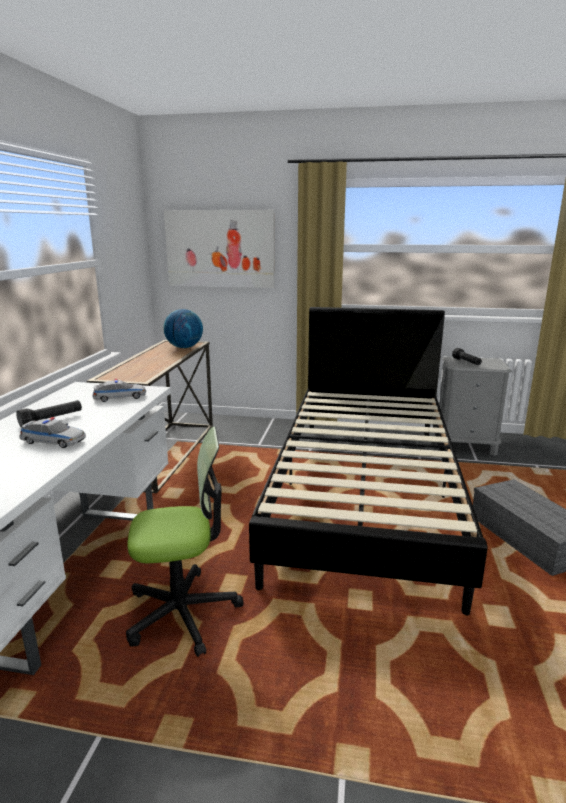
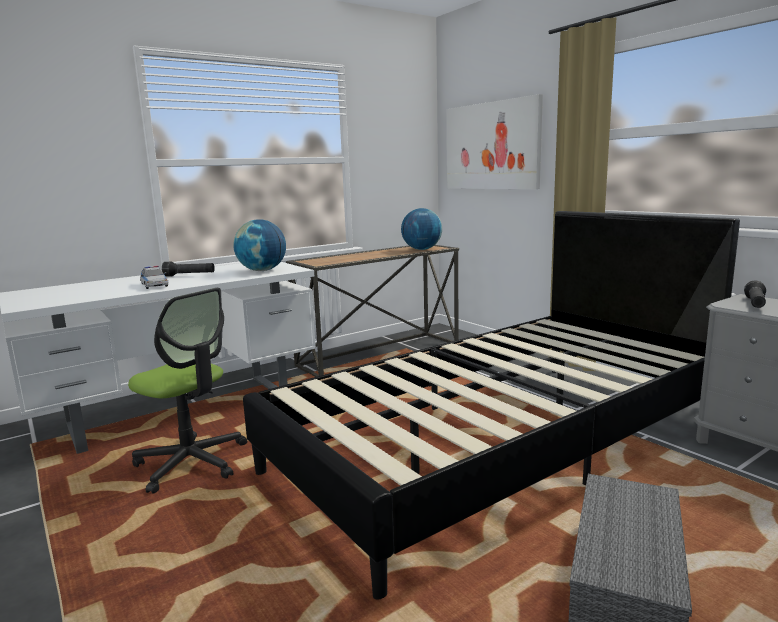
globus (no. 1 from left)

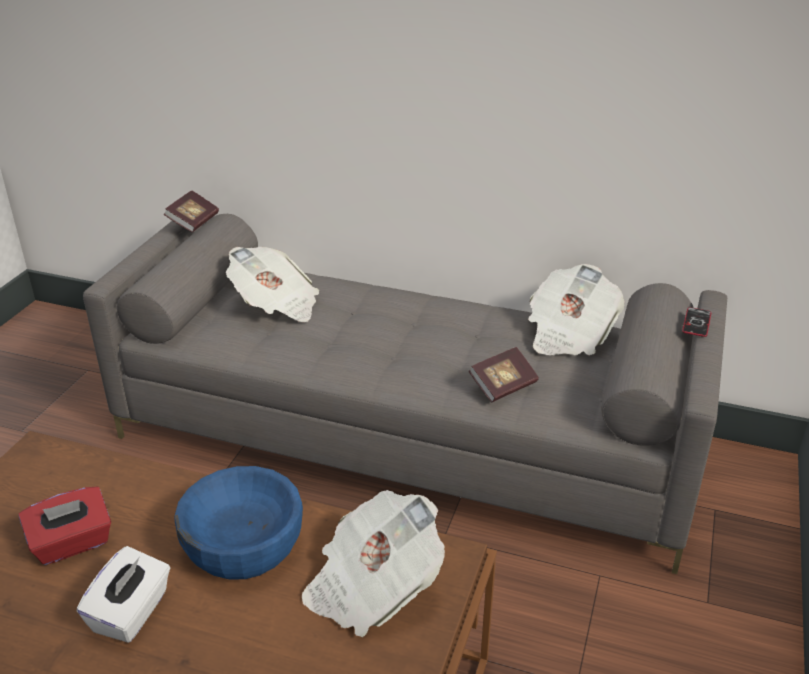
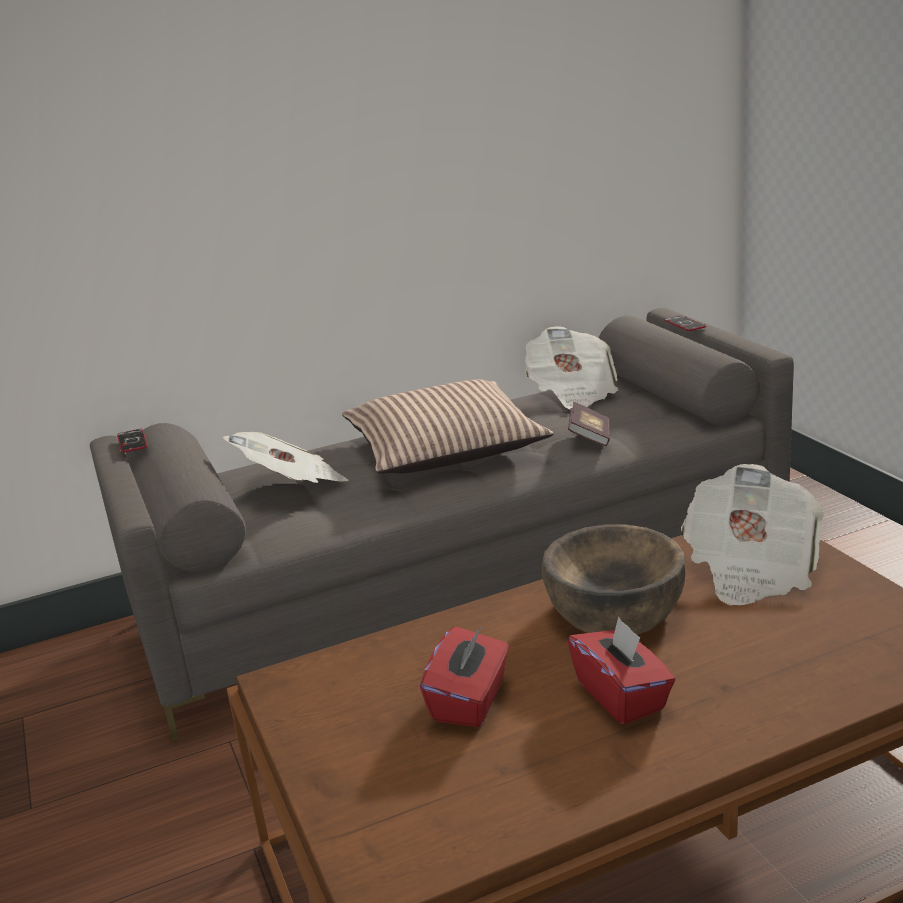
pudełko chusteczek/czerwony (no. 2 from left)
telefon (no. 1 from left)
miska/brązowy
poduszka

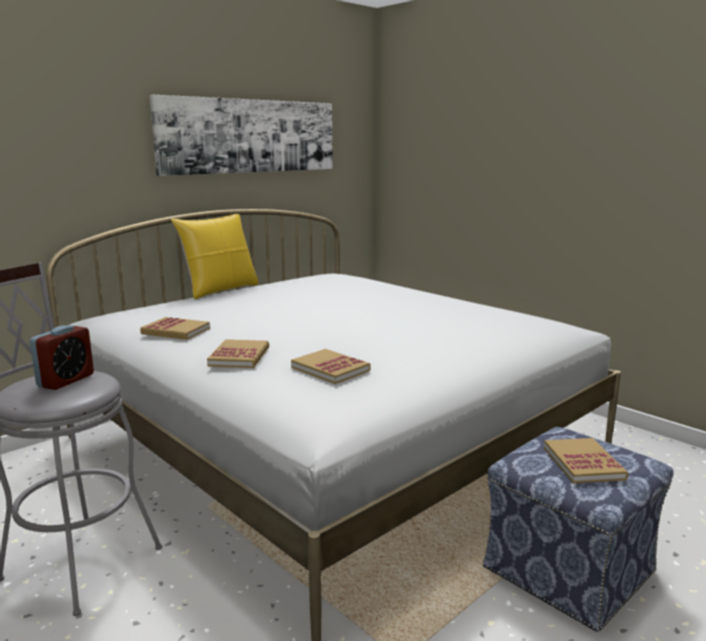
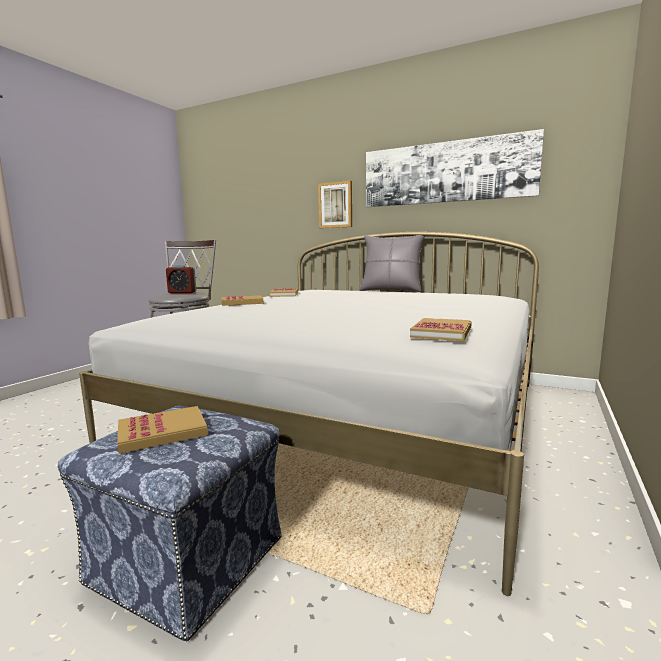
poduszka/szary
książka (no. 4 from left)
obraz (no. 1 from left)

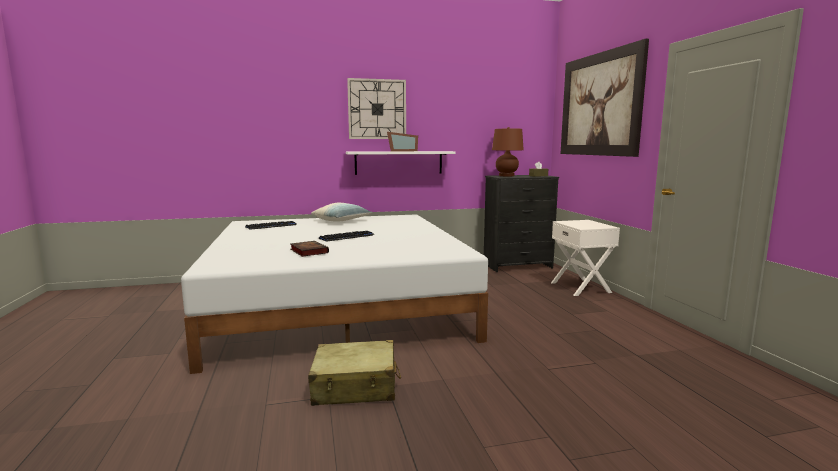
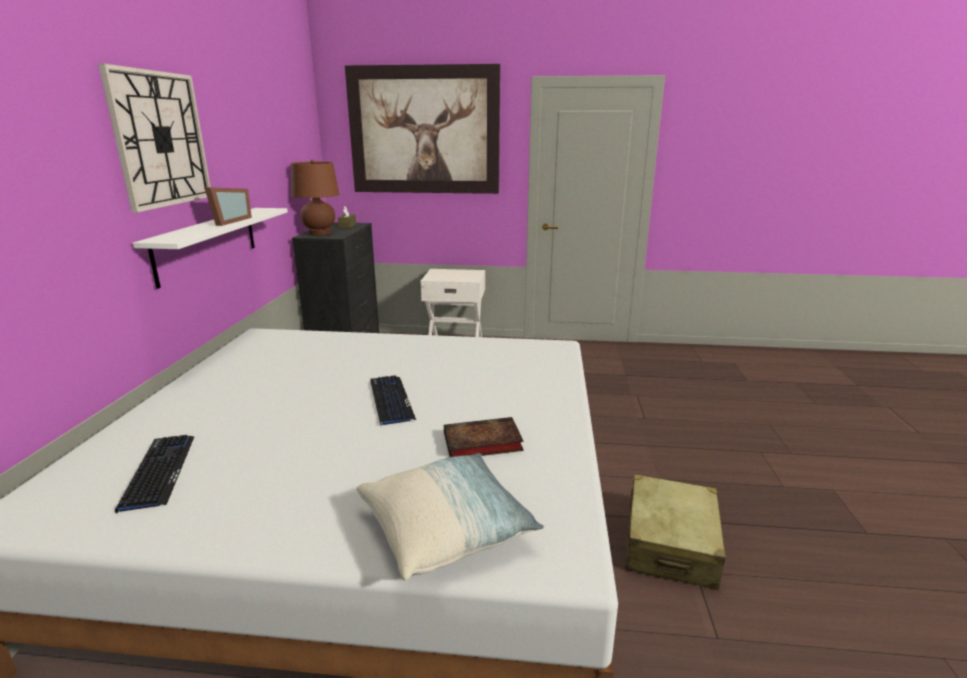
poduszka

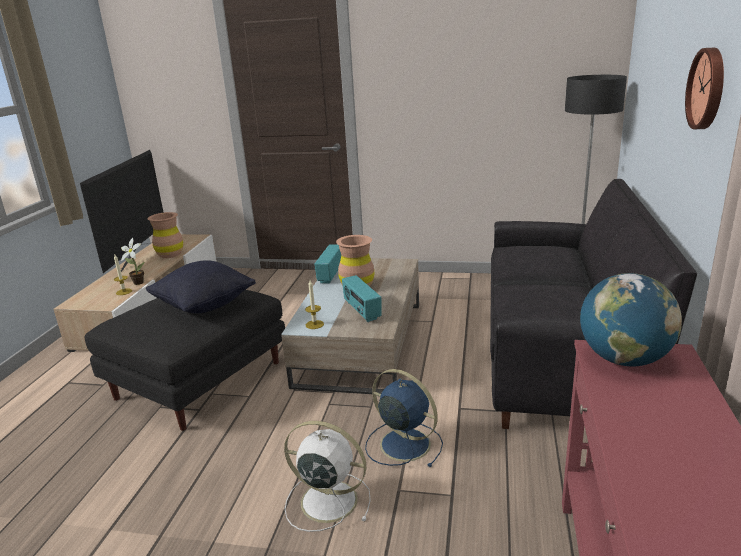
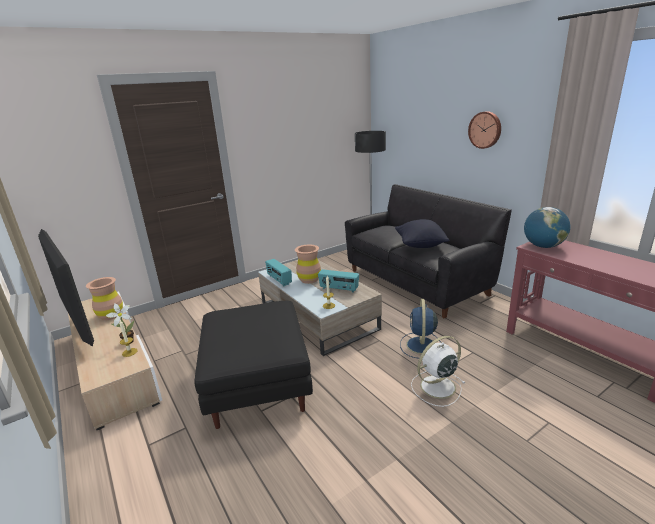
poduszka/czarny
wentylator/niebieski

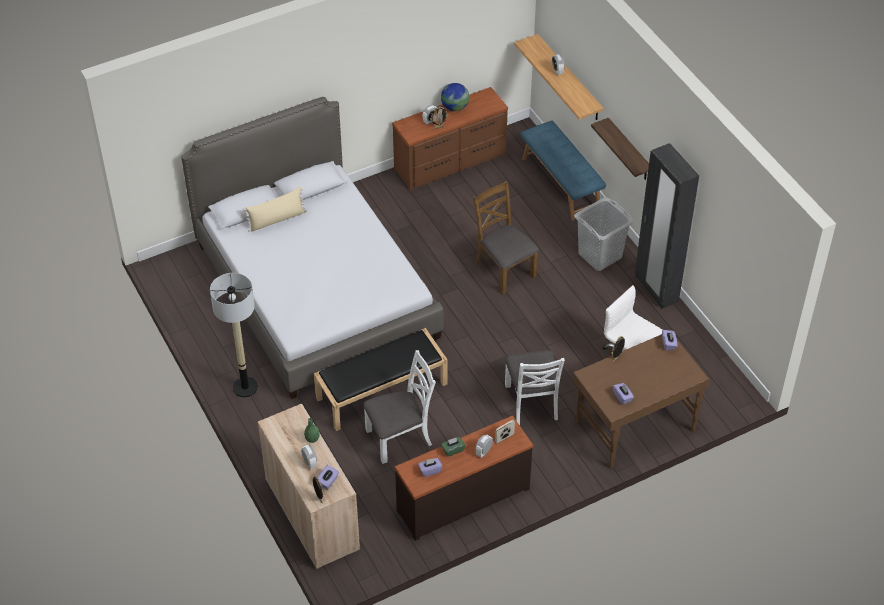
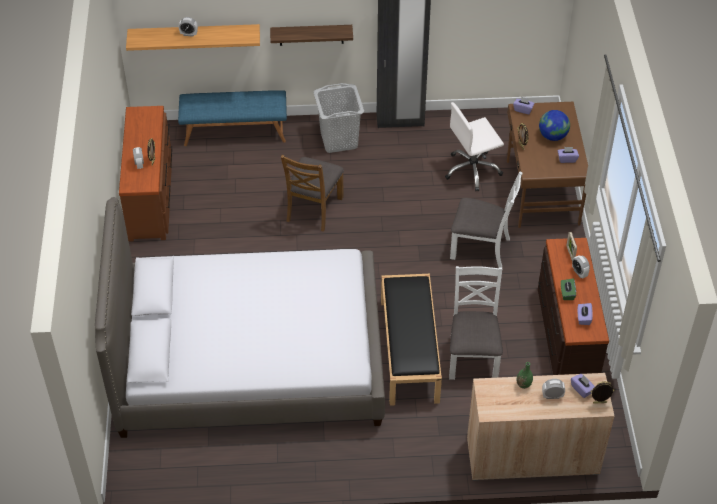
lampa stojąca
poduszka/beżowy
globus
krzesło/brązowy

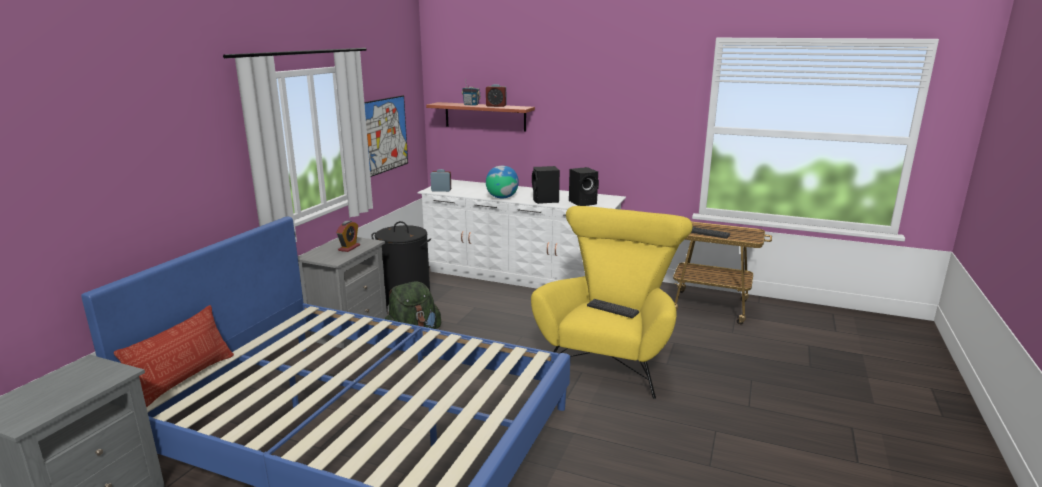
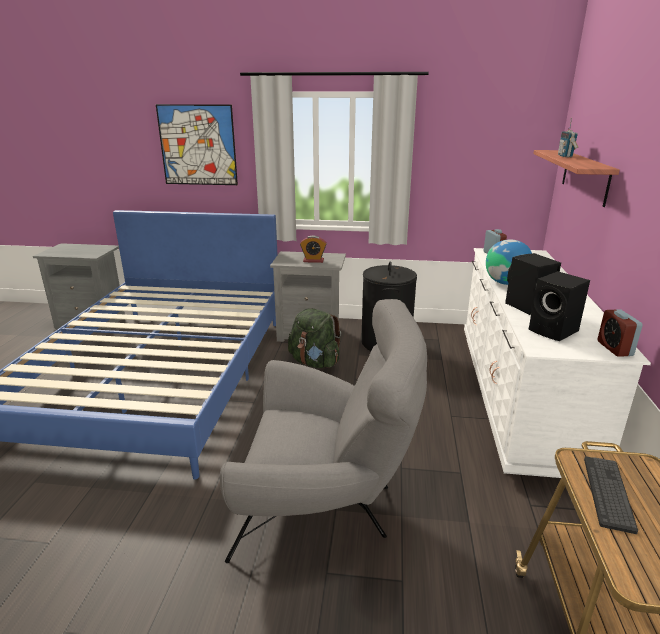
poduszka
obraz
budzik (no. 3 from left)
fotel/szary
klawiatura (no. 1 from left in the first image)

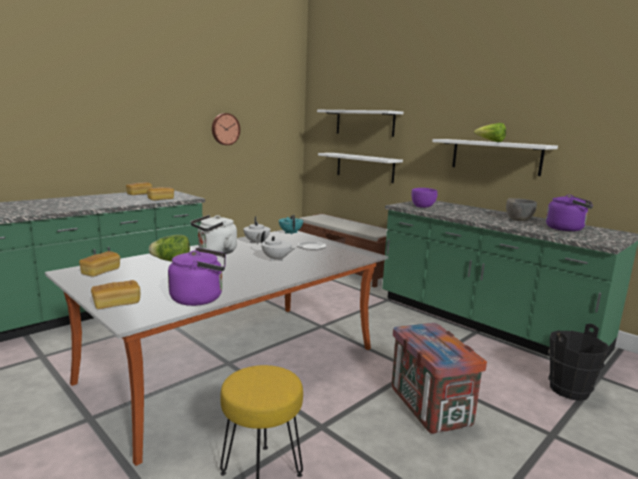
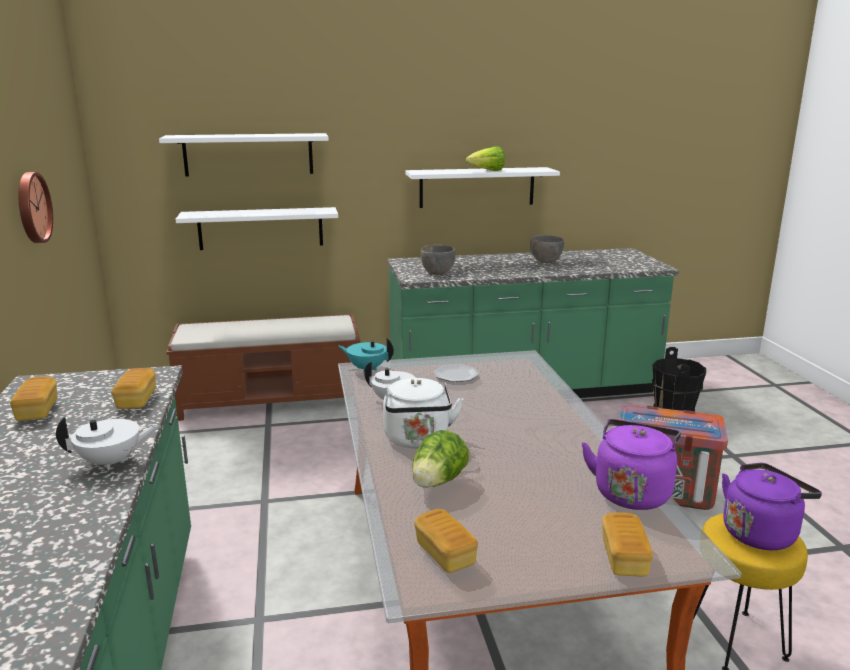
imbryk/biały (no. 1 from left)
miska/szary (no. 1 from left)
czajnik/fioletowy (no. 2 from left)

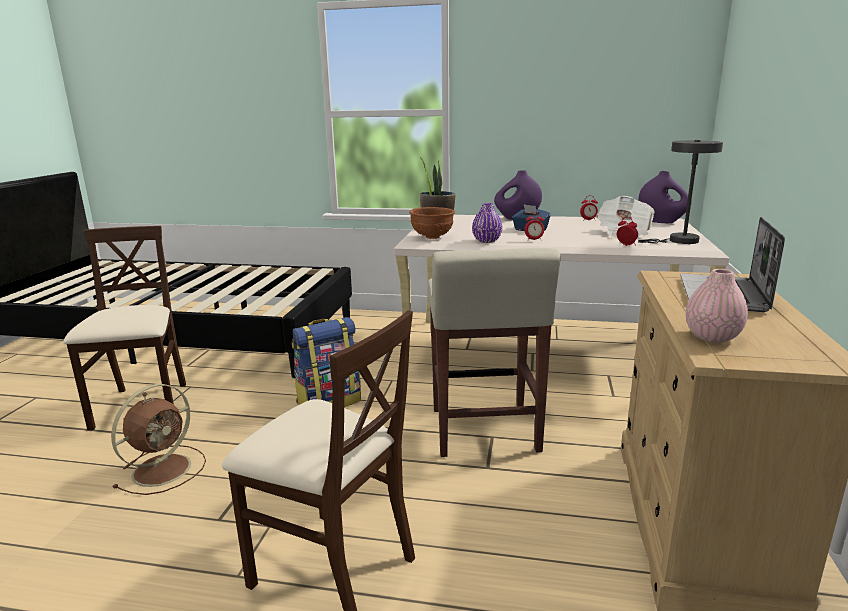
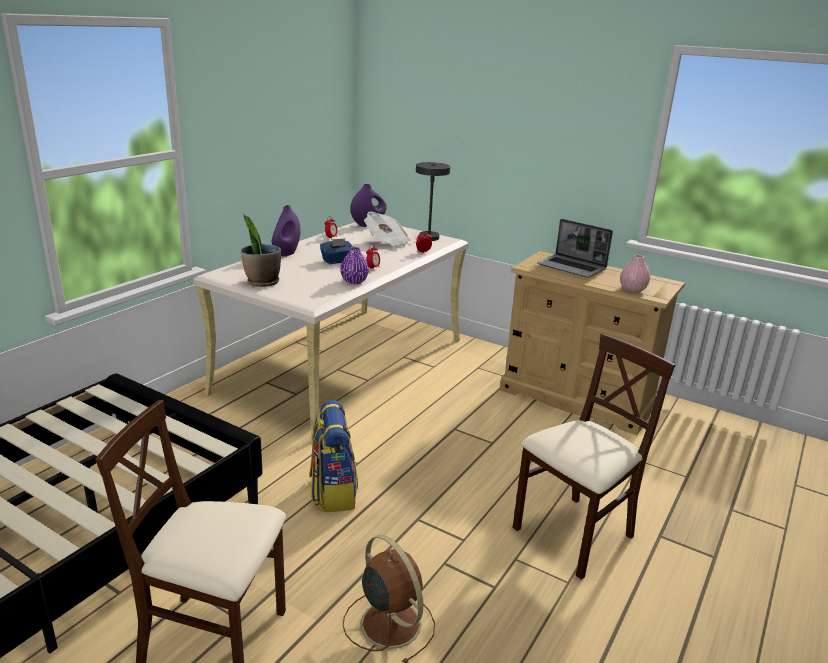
miska/brązowy
stołek/beżowy

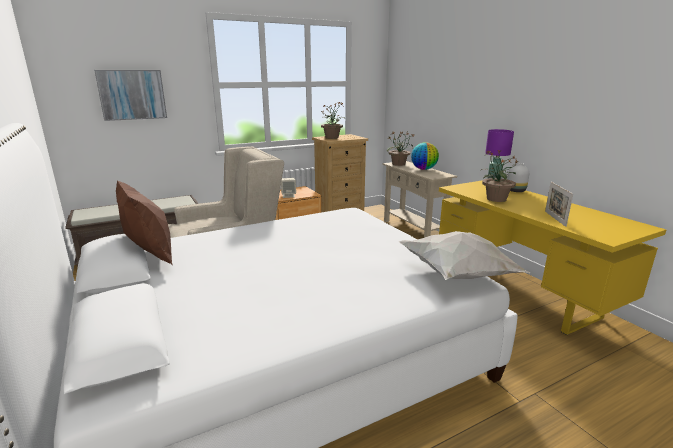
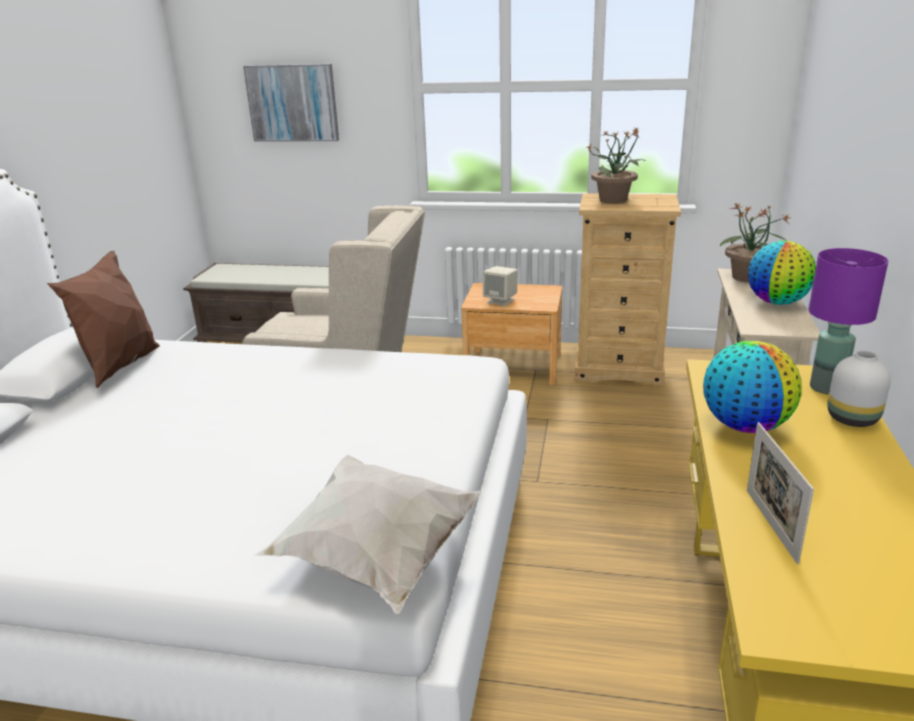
globus (no. 1 from left)
ramka na zdjęcie

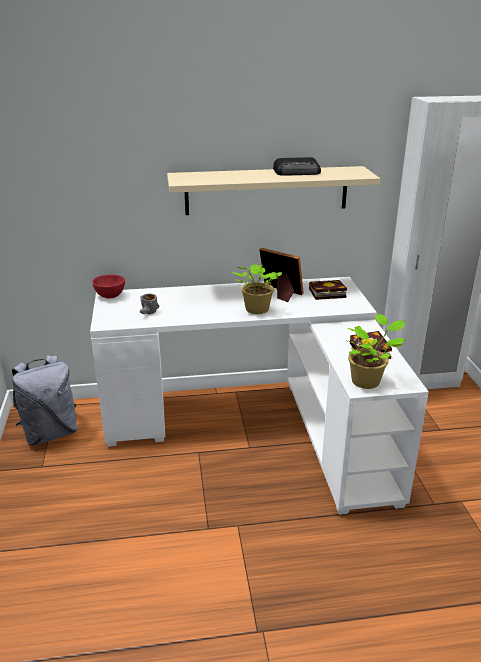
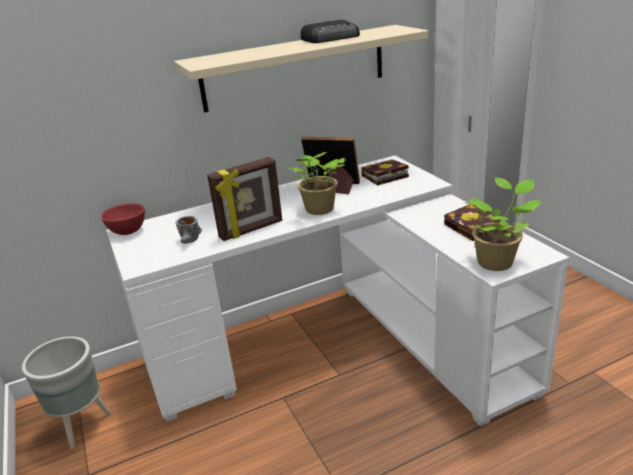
donica/szary
ramka na zdjęcie (no. 1 from left)

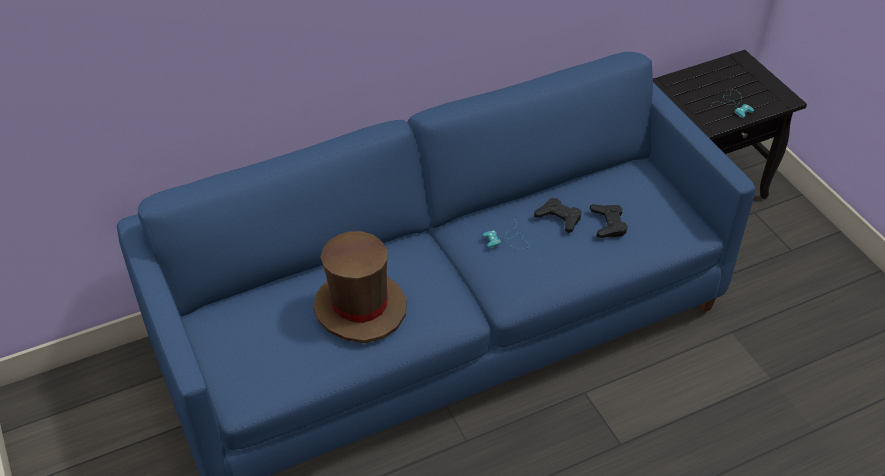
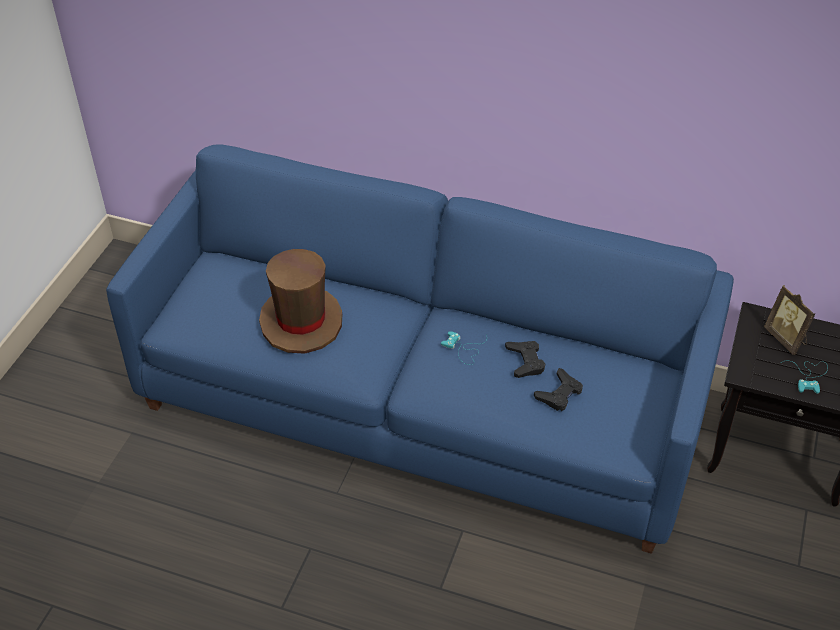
ramka na zdjęcie

